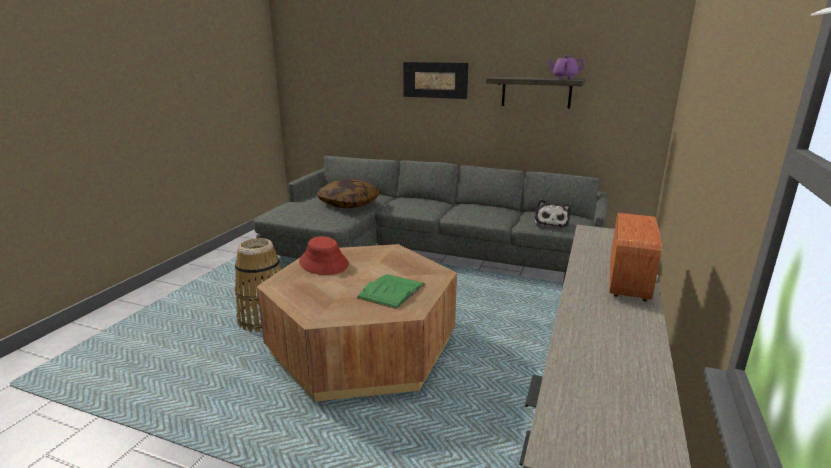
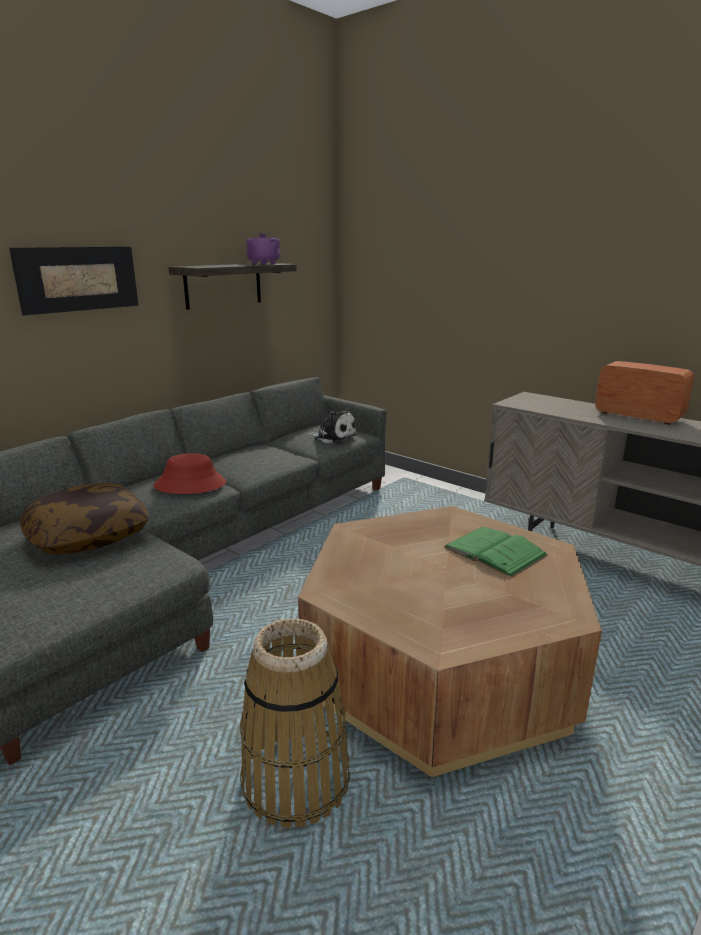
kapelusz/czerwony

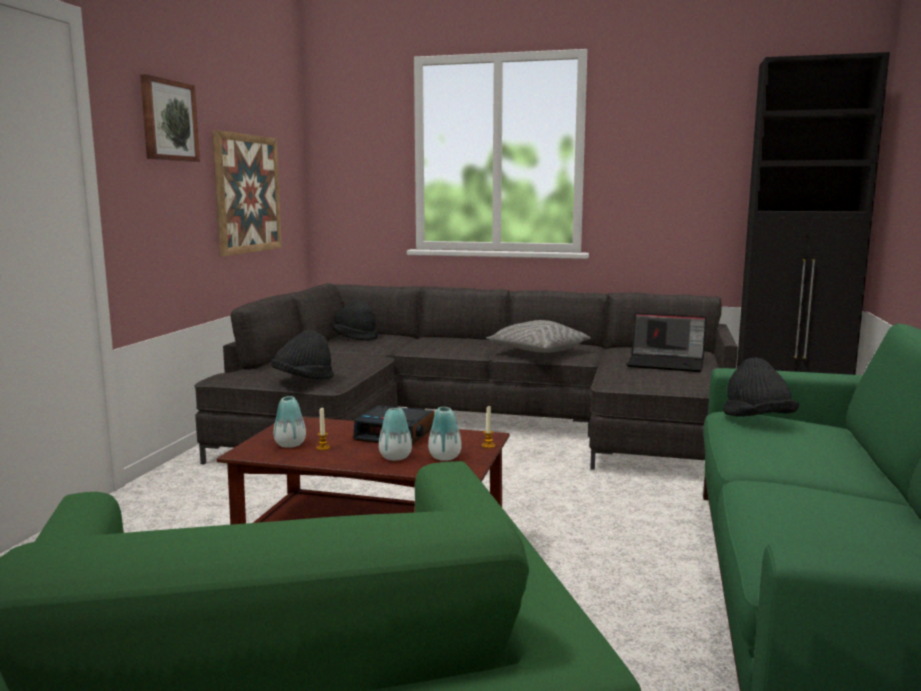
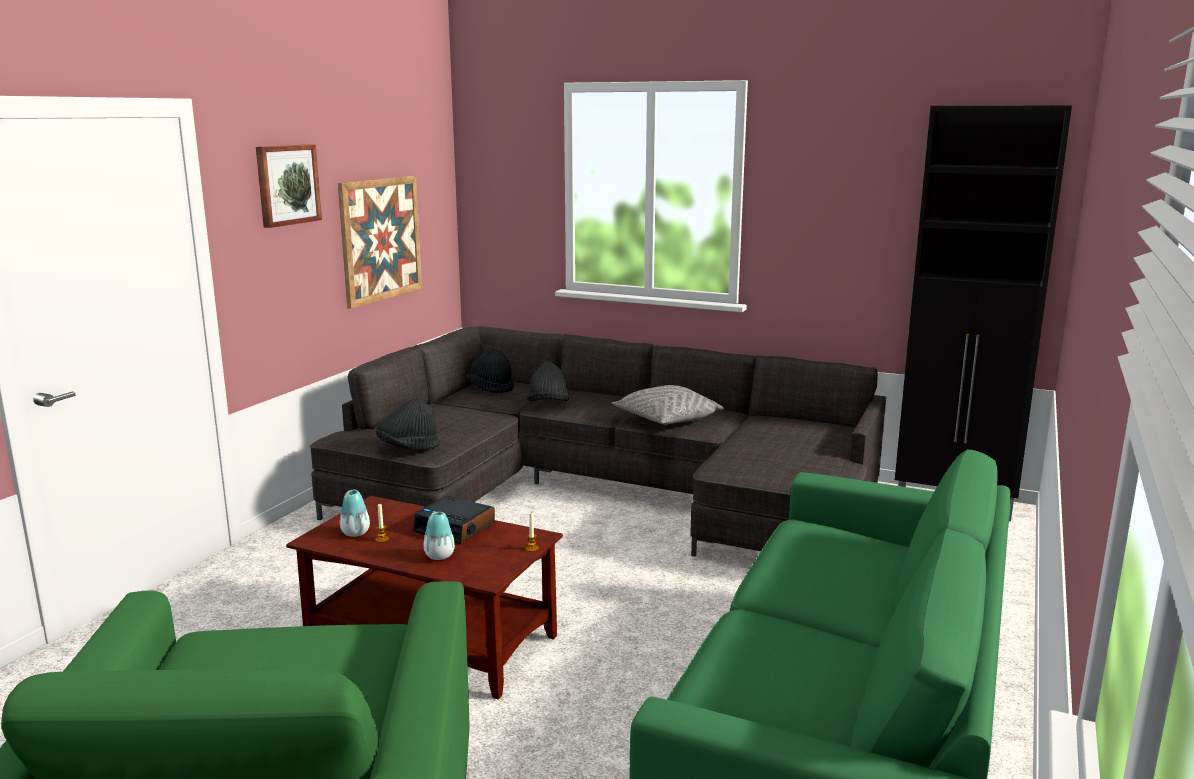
wazon (no. 3 from left in the first image)
laptop
kapelusz/czarny (no. 3 from left)

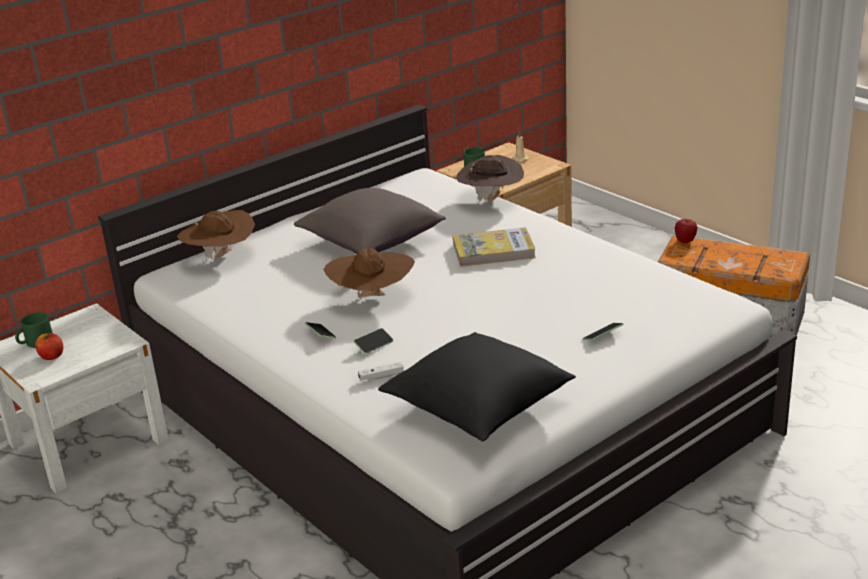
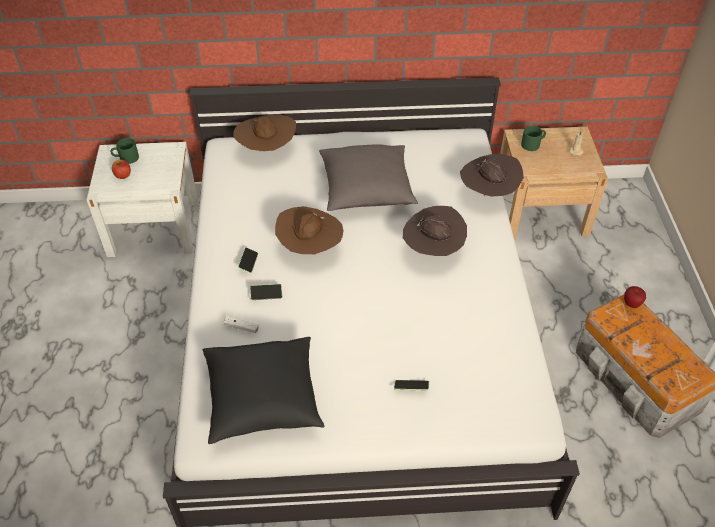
kapelusz/brązowy (no. 3 from left)

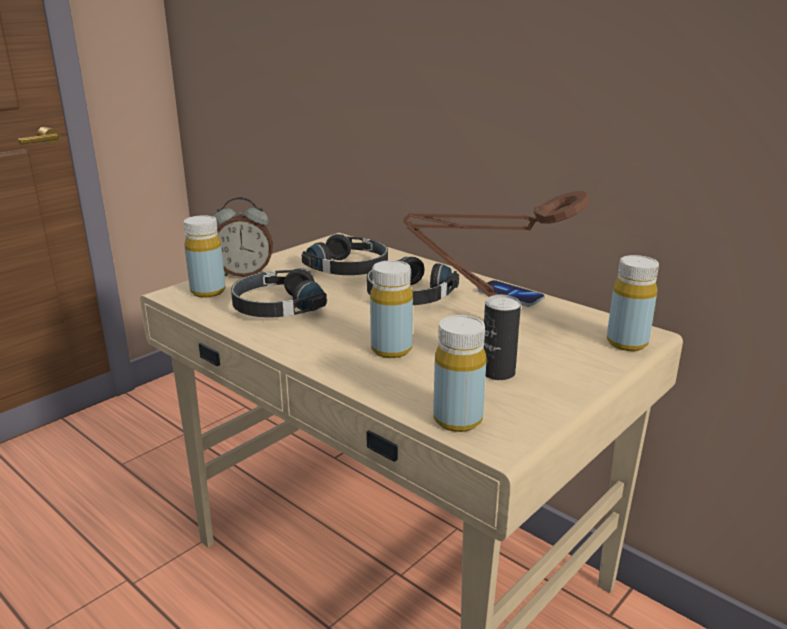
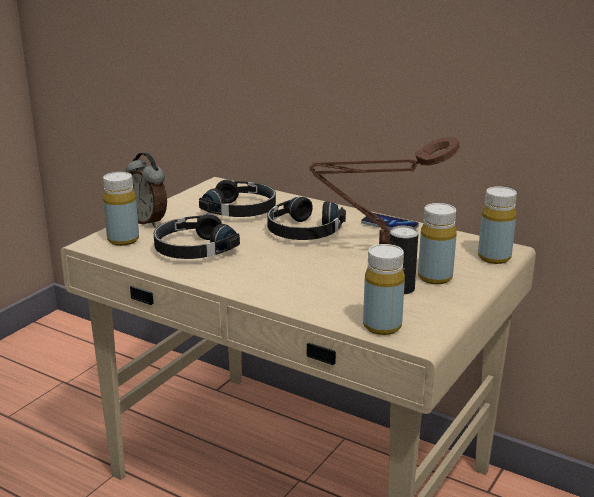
budzik
butelka/żółty (no. 3 from left)

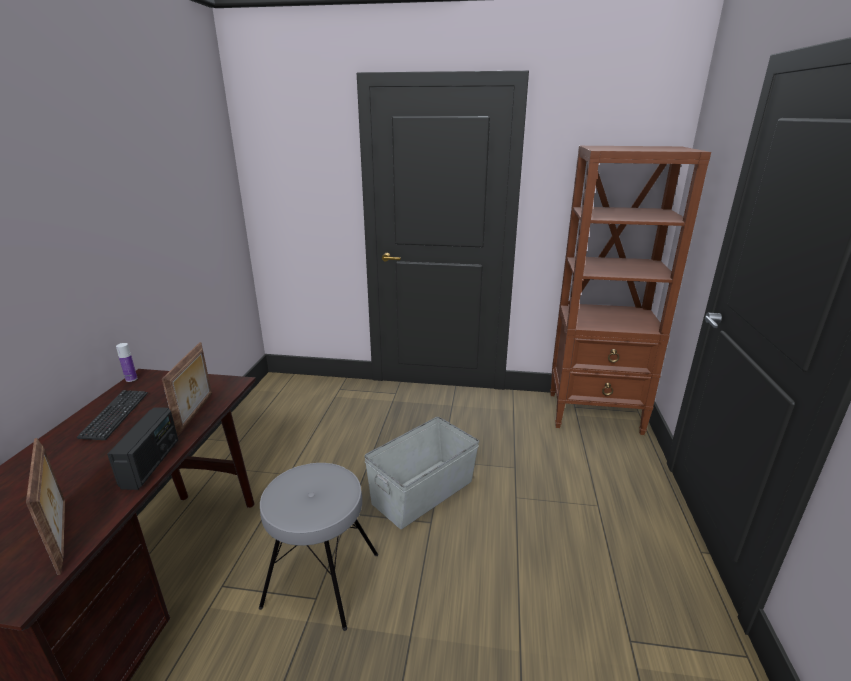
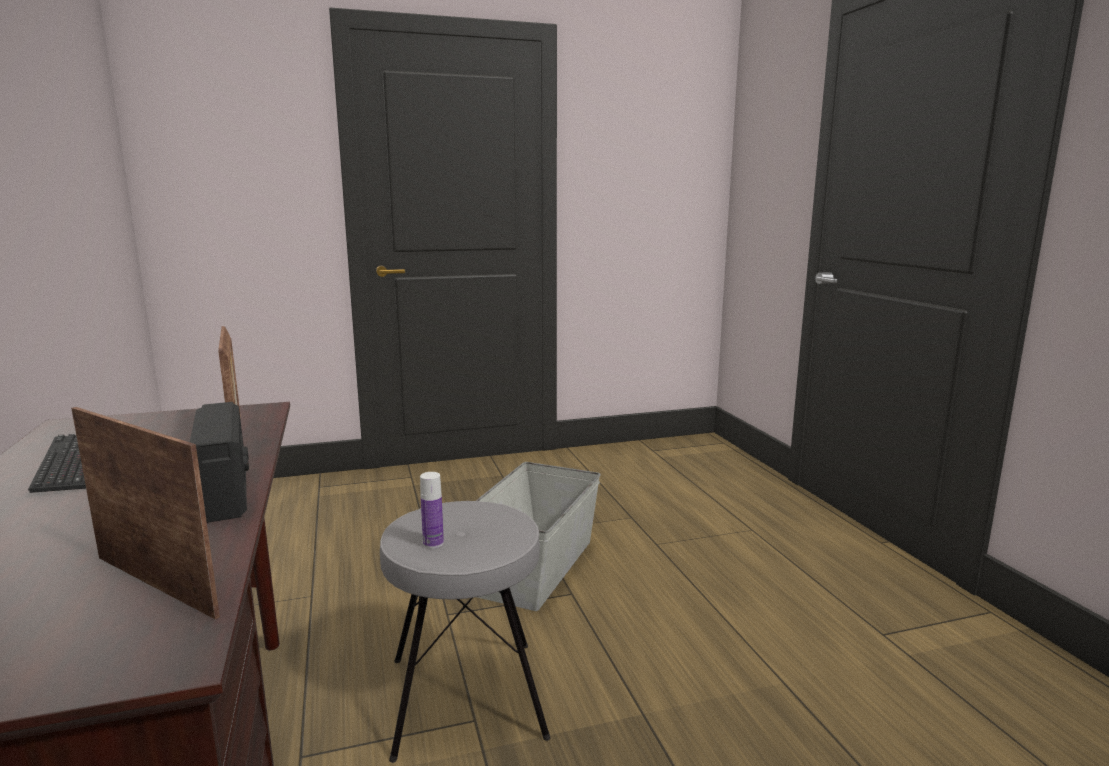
butelka
regał/brązowy

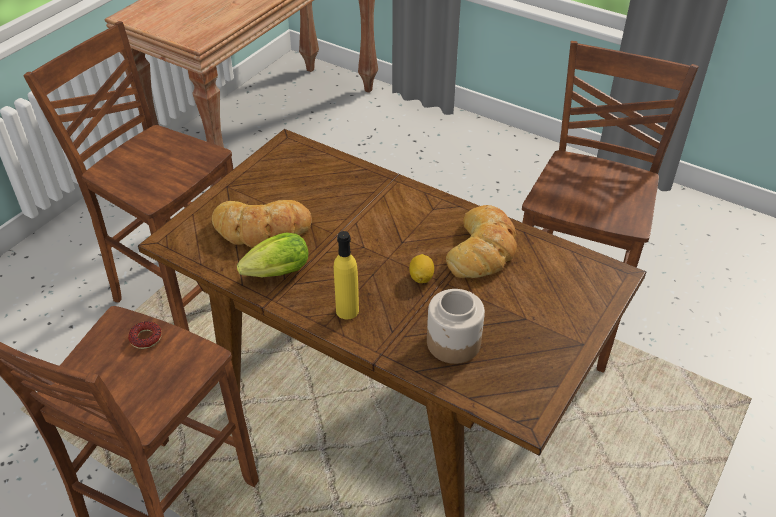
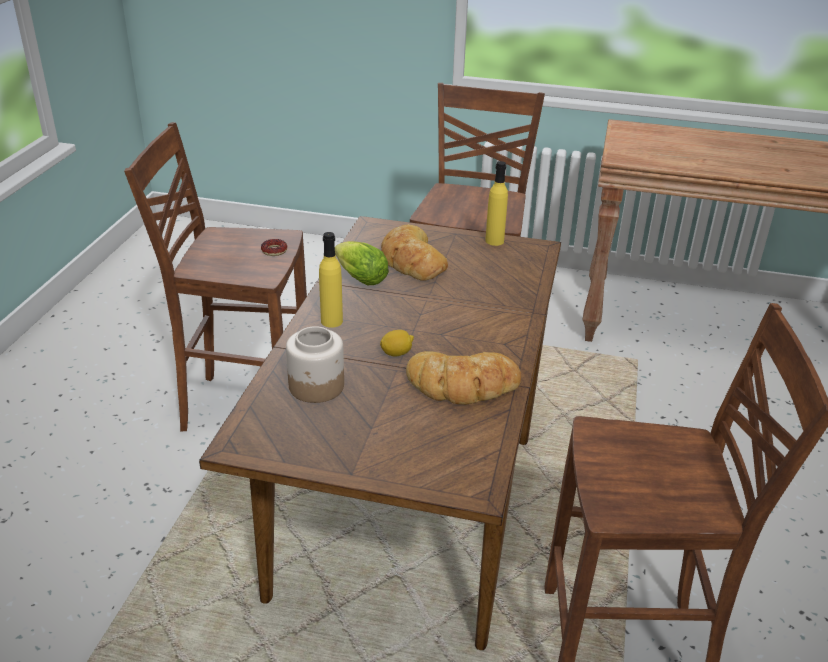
butelka/żółty (no. 2 from left)

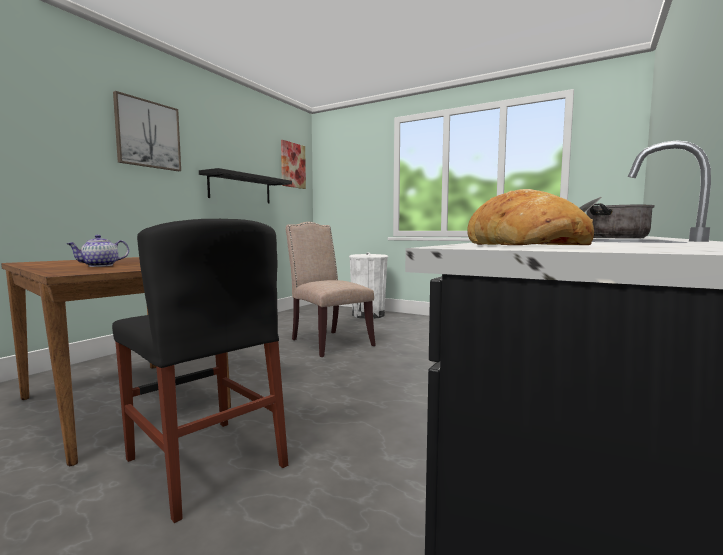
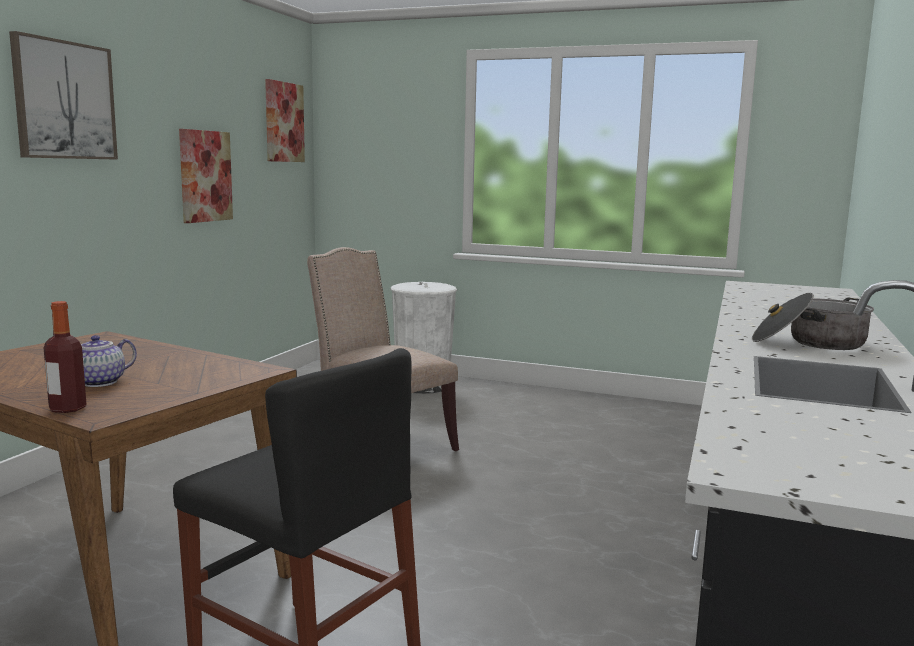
obraz (no. 2 from left)
chleb
butelka

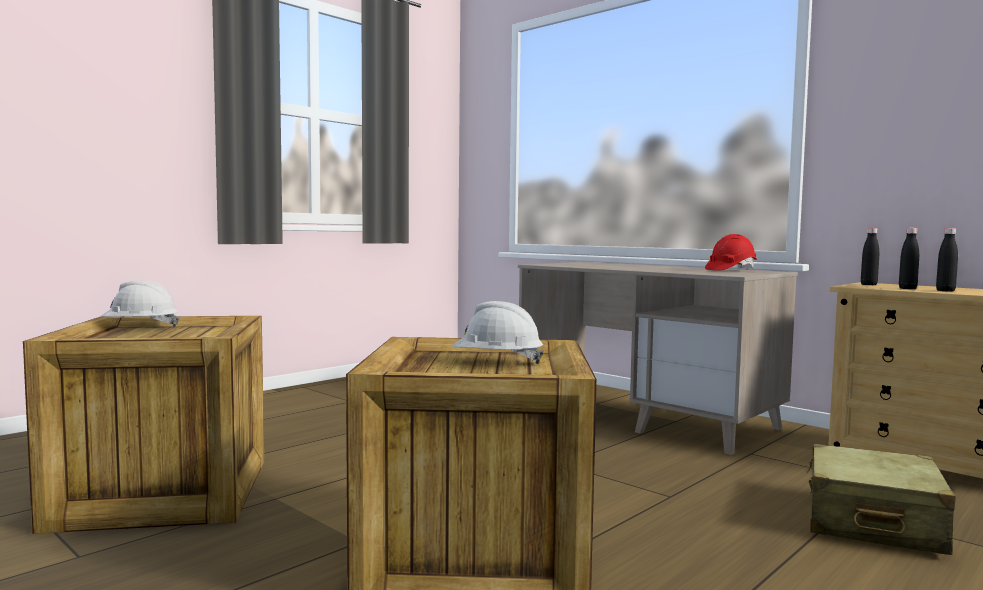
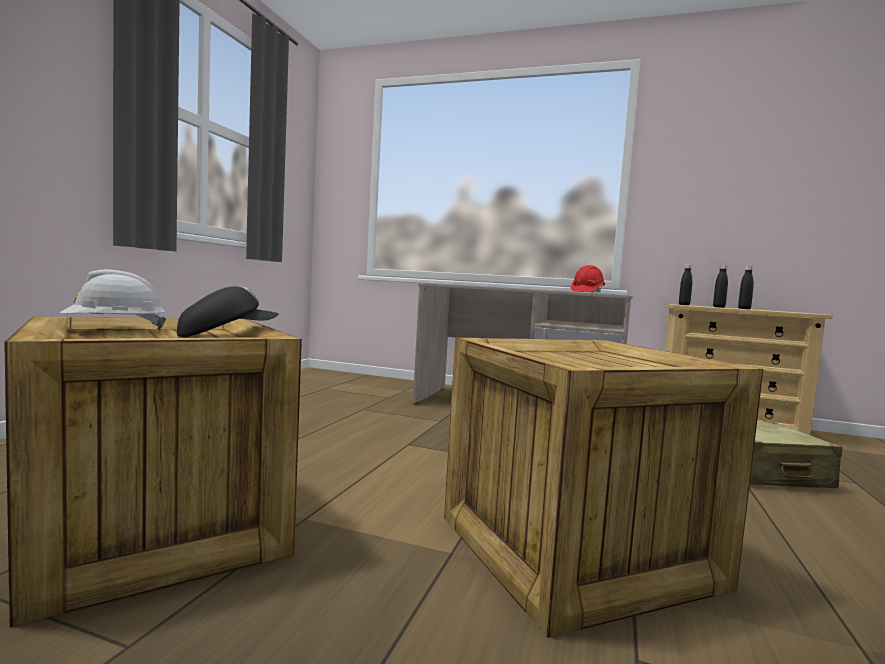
kask/biały (no. 2 from left in the first image)
czapka z daszkiem/czarny

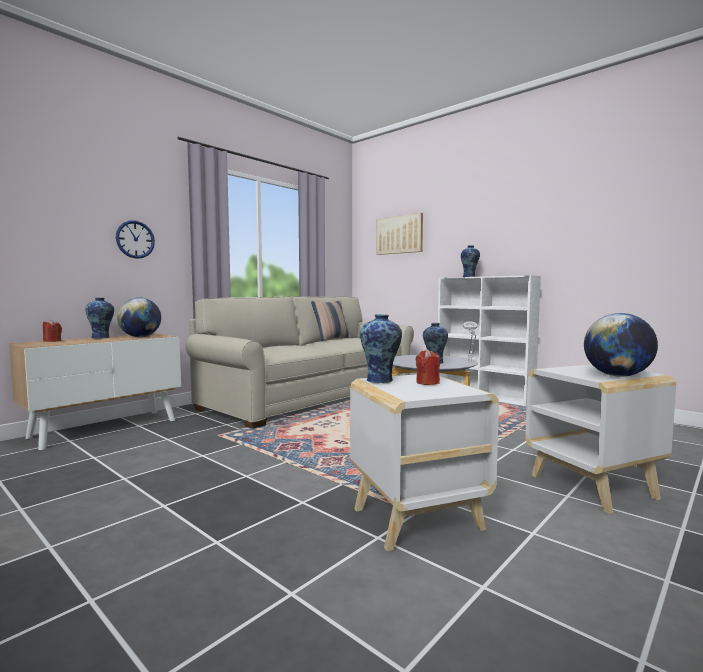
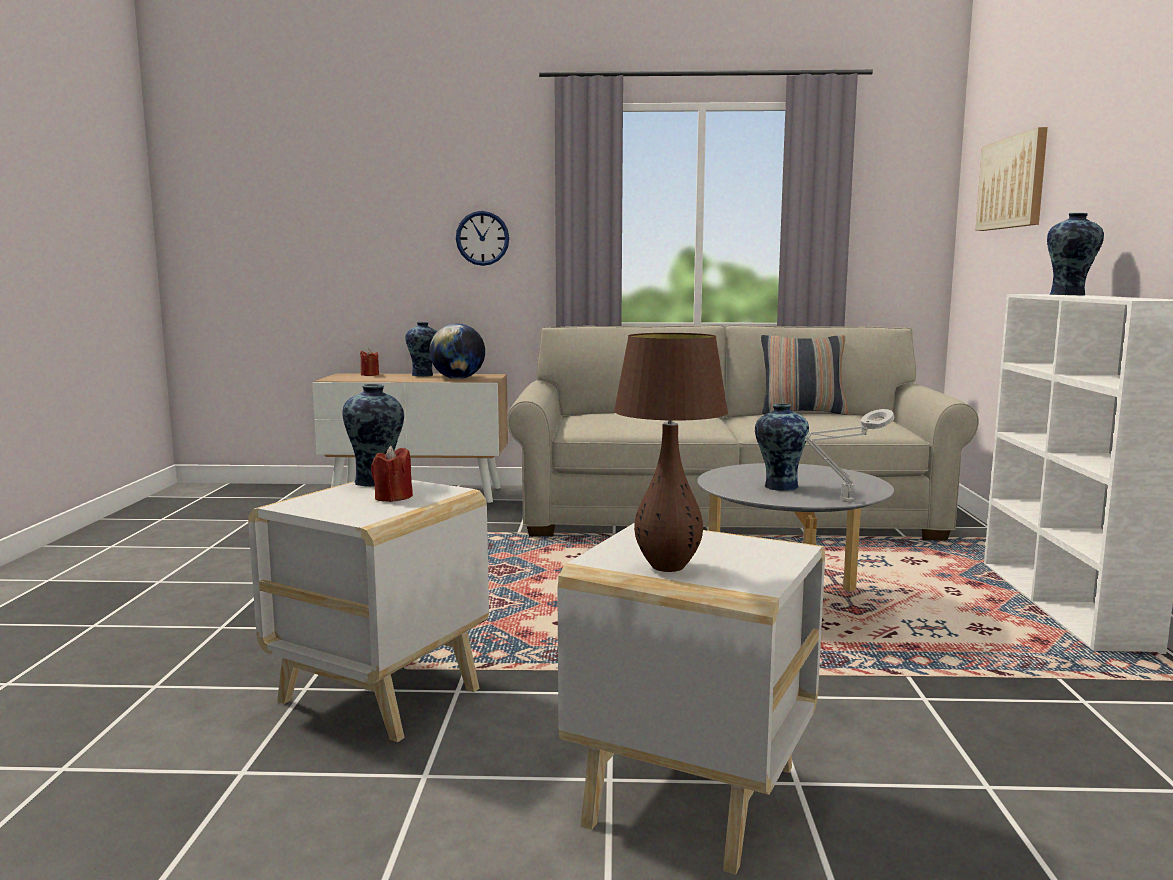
lampa stołowa/brązowy

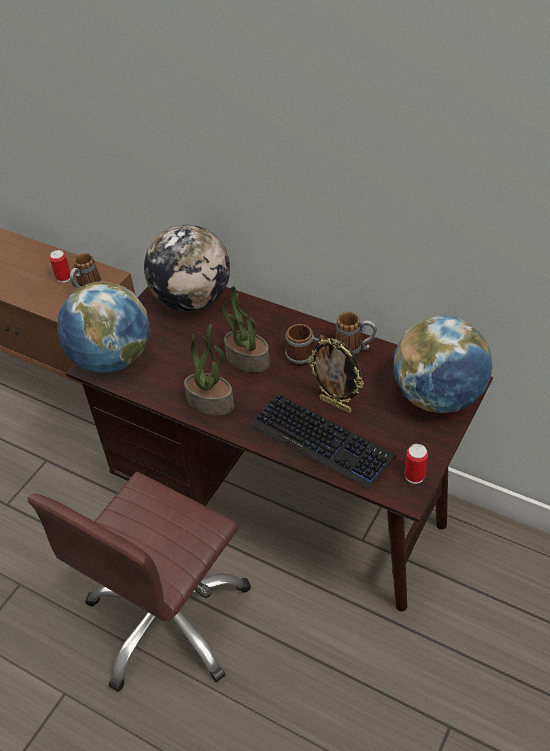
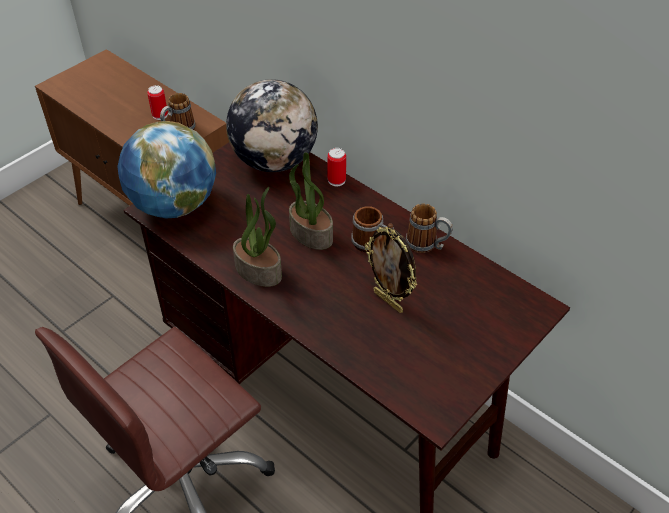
klawiatura
globus (no. 3 from left in the first image)
puszka (no. 2 from left)

